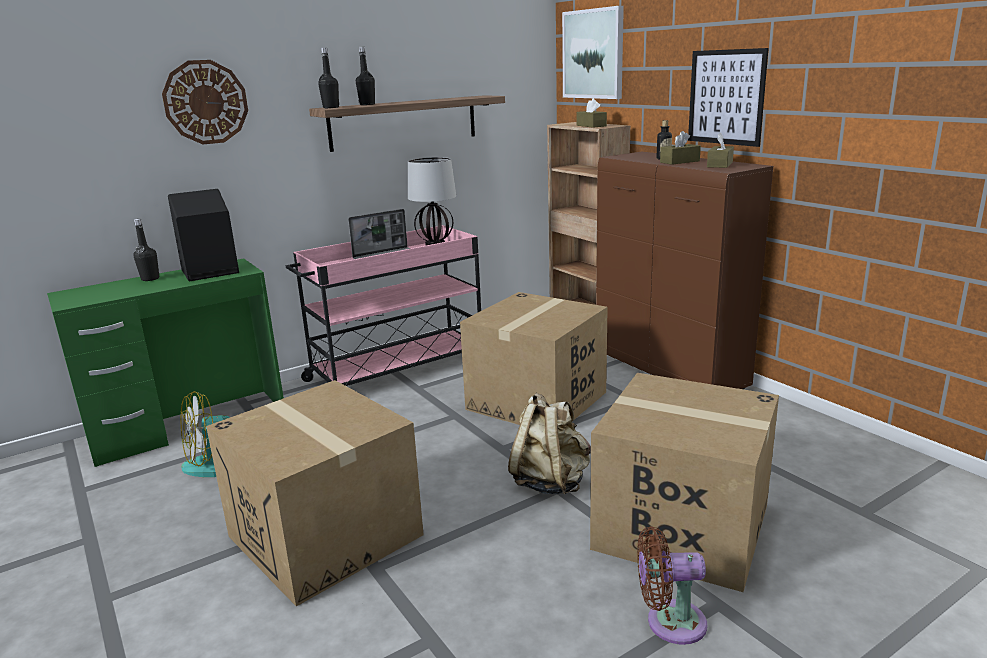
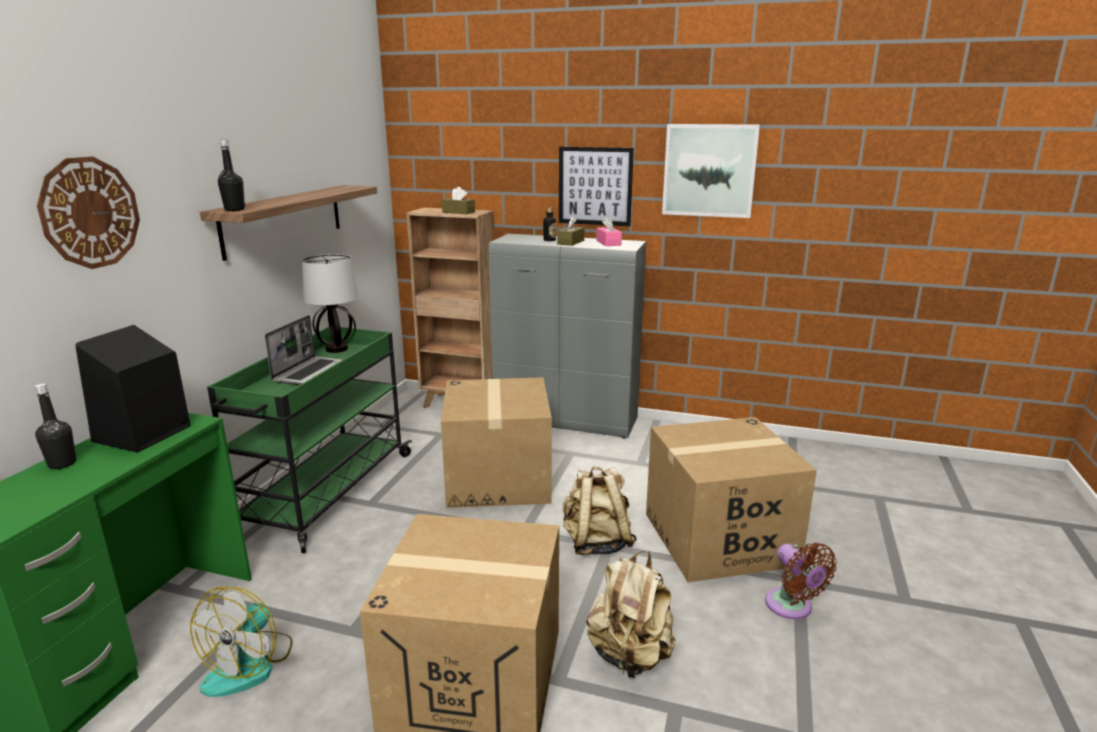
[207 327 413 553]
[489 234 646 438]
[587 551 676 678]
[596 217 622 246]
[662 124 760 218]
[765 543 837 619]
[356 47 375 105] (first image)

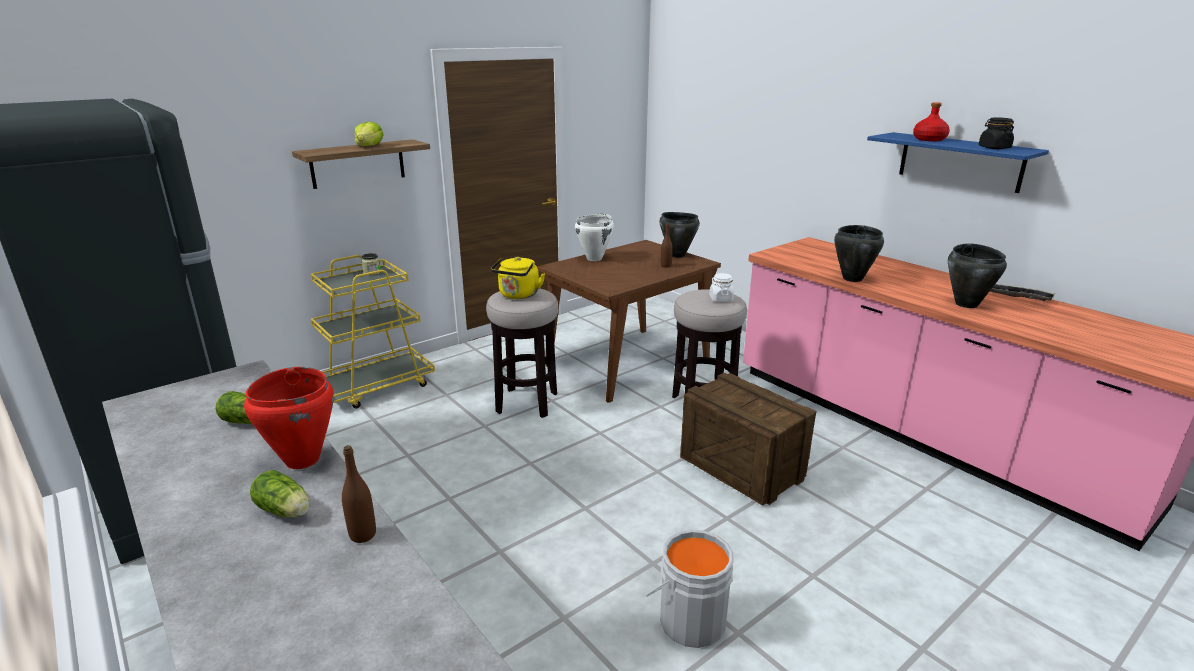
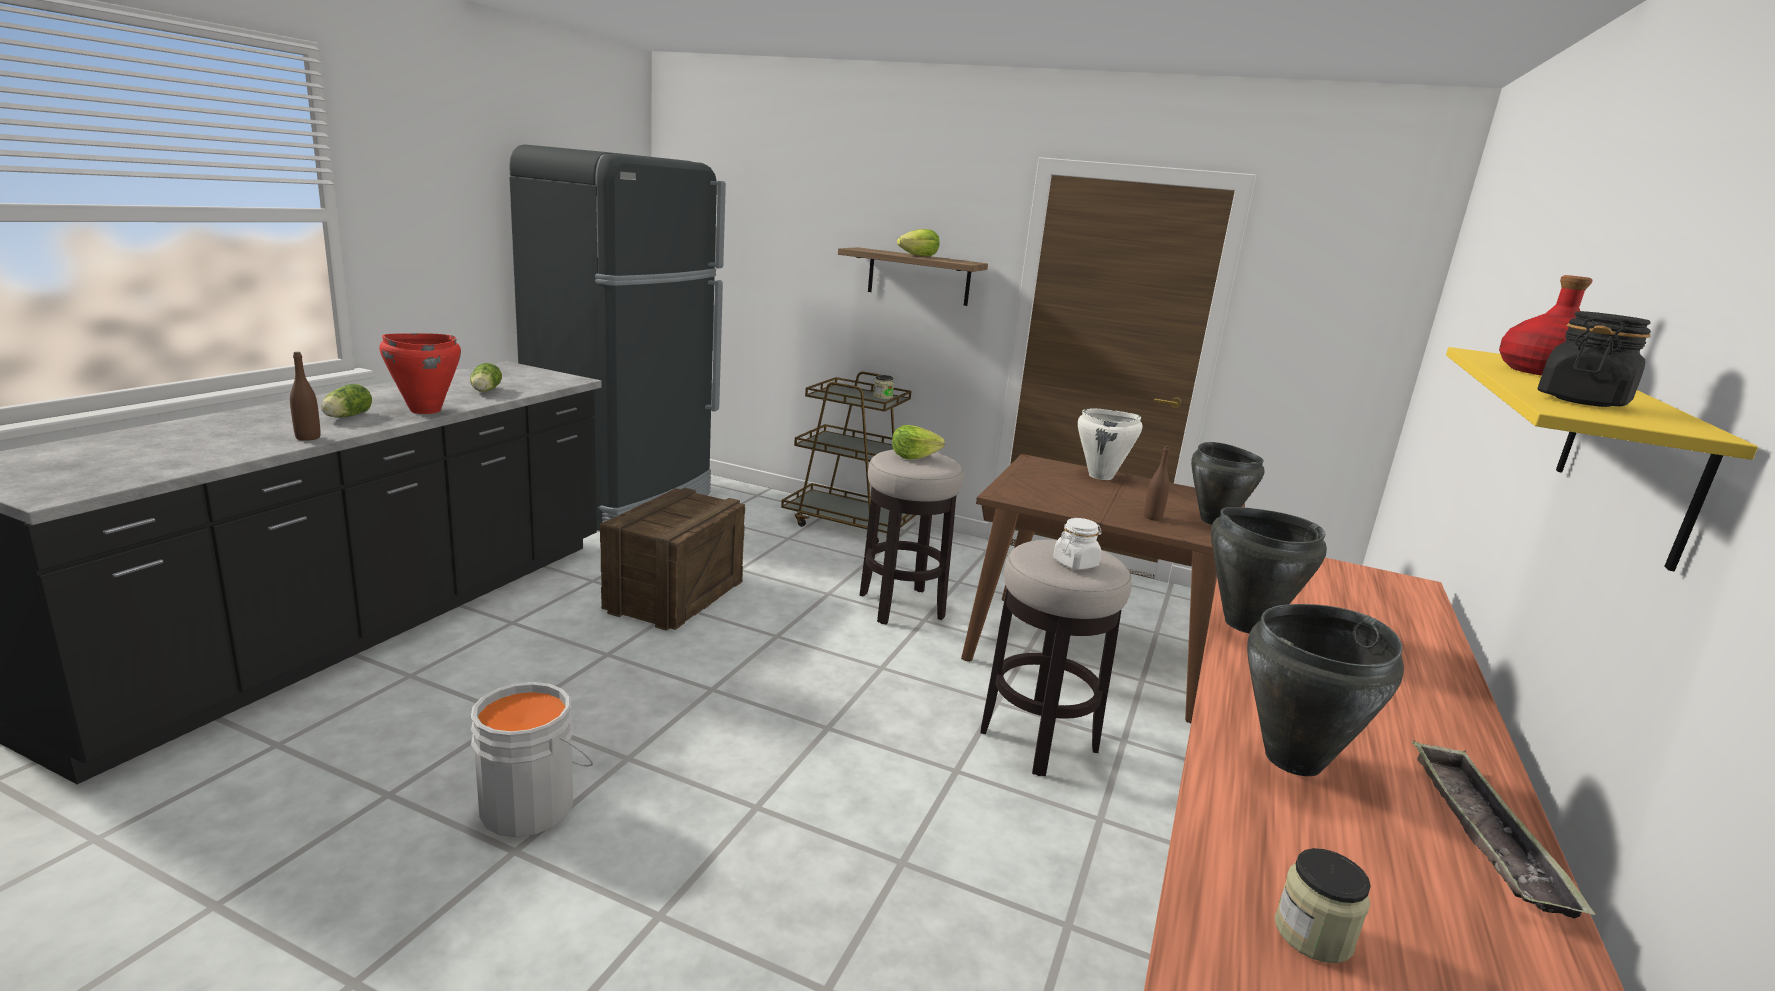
[600 488 745 631]
[781 371 916 544]
[892 425 945 459]
[1275 848 1371 963]
[1446 347 1758 572]

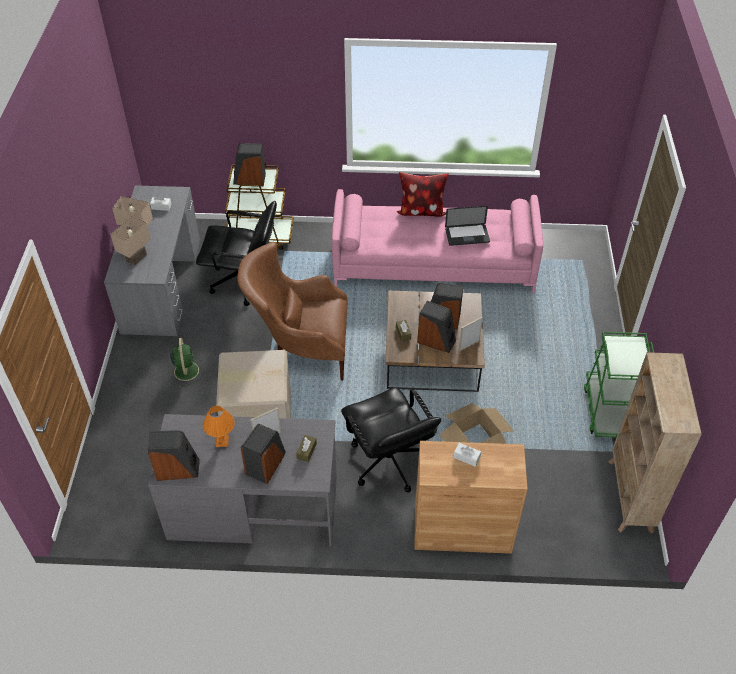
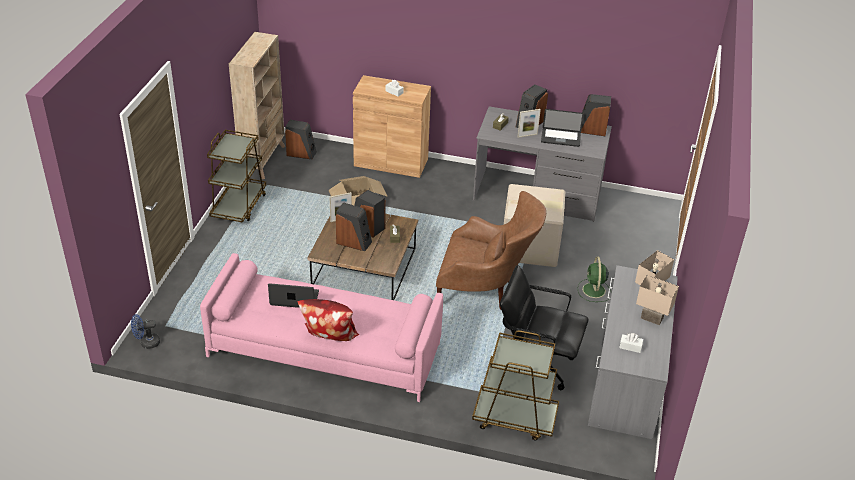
[131 314 160 349]
[207 130 266 223]
[285 120 317 159]
[541 109 584 147]
[341 387 441 492] (first image)

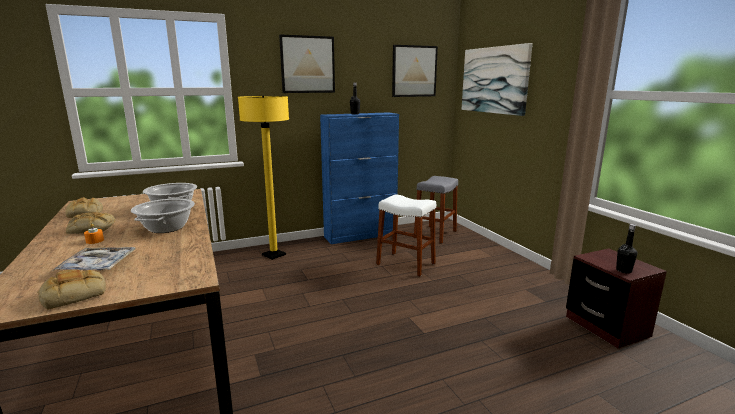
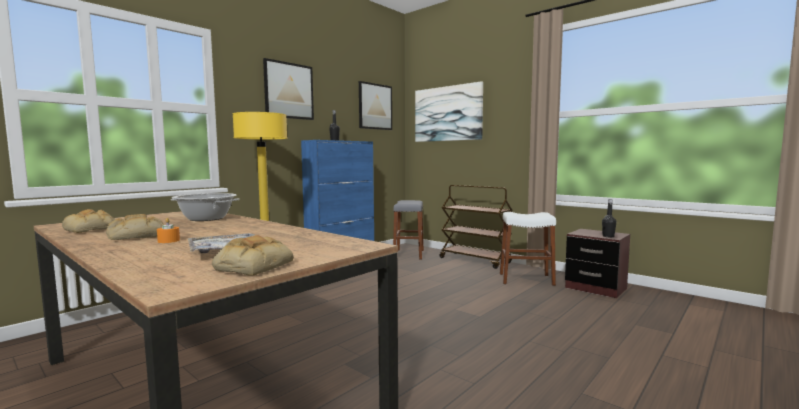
[439 185 512 269]
[500 212 556 286]
[131 199 195 233] (first image)

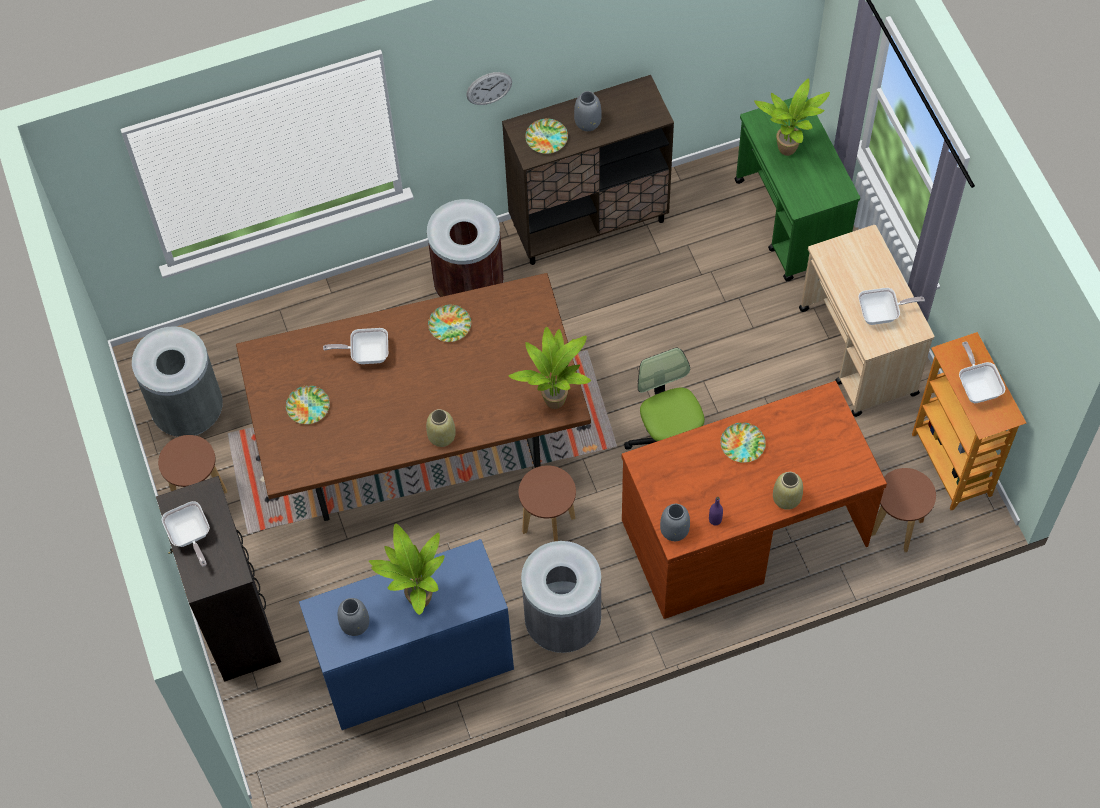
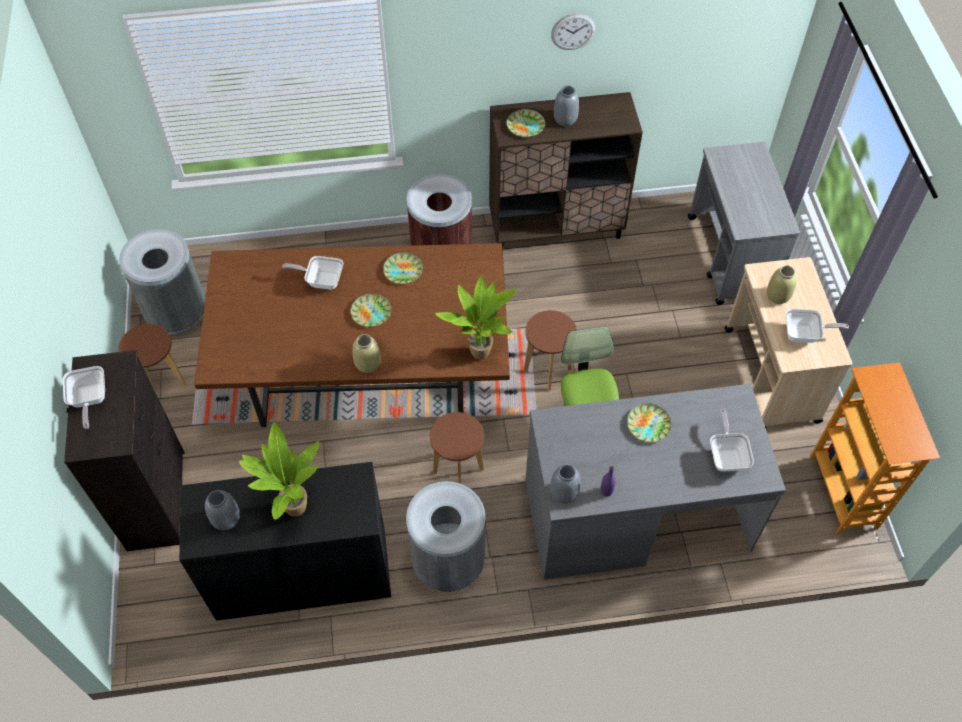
[179 462 391 621]
[350 294 391 327]
[524 310 577 391]
[526 384 786 580]
[551 13 596 50]
[688 142 800 305]
[710 409 754 472]
[767 265 797 304]
[754 78 830 156] (first image)

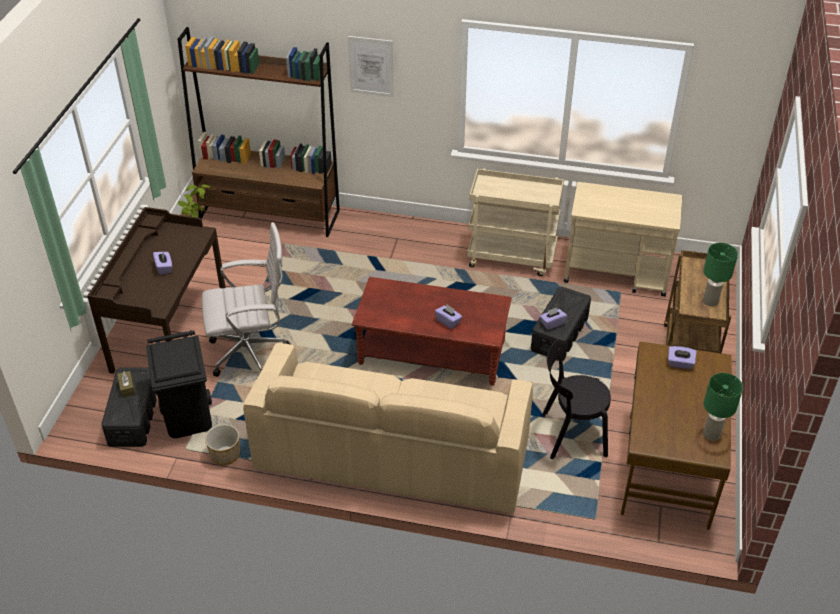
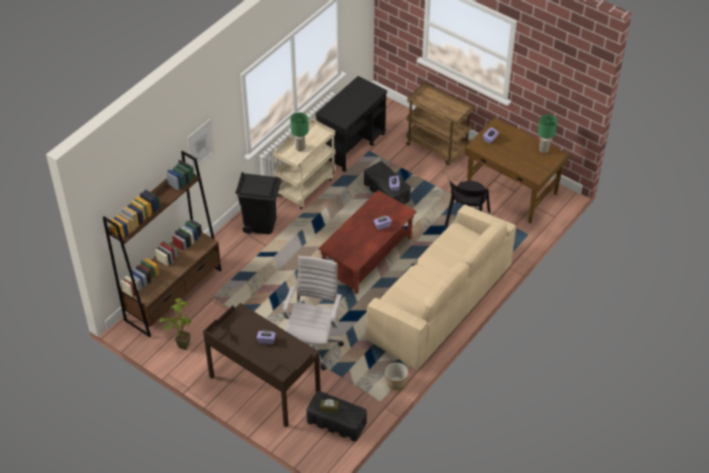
[235 172 281 234]
[290 112 309 151]
[316 76 387 172]

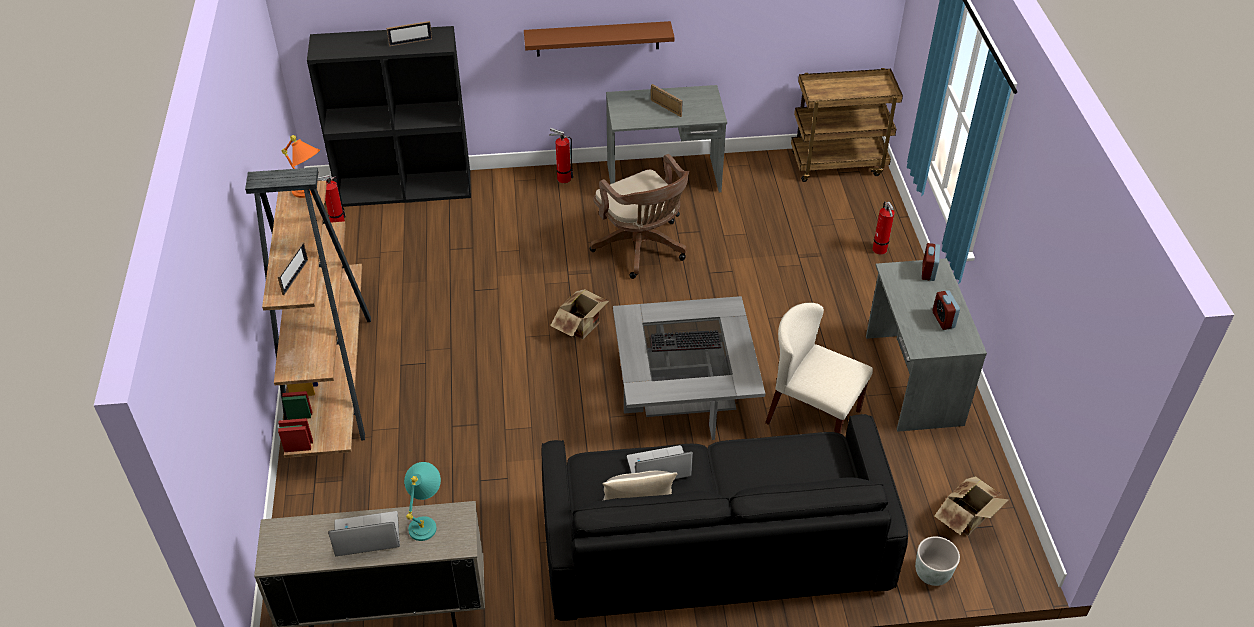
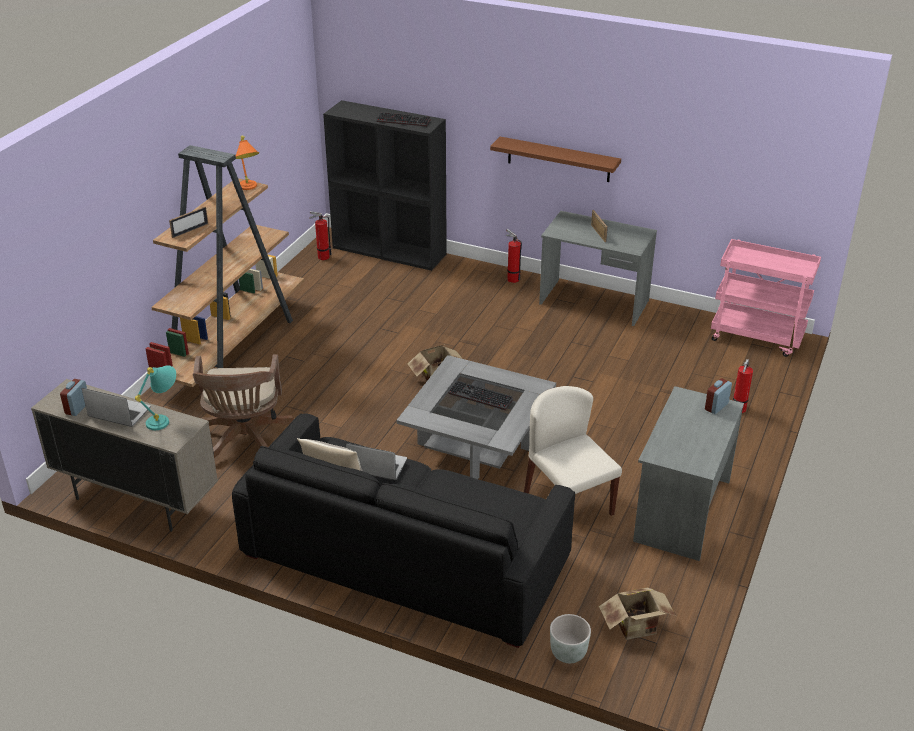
[60 379 87 416]
[193 354 294 458]
[376 112 431 127]
[711 239 821 357]

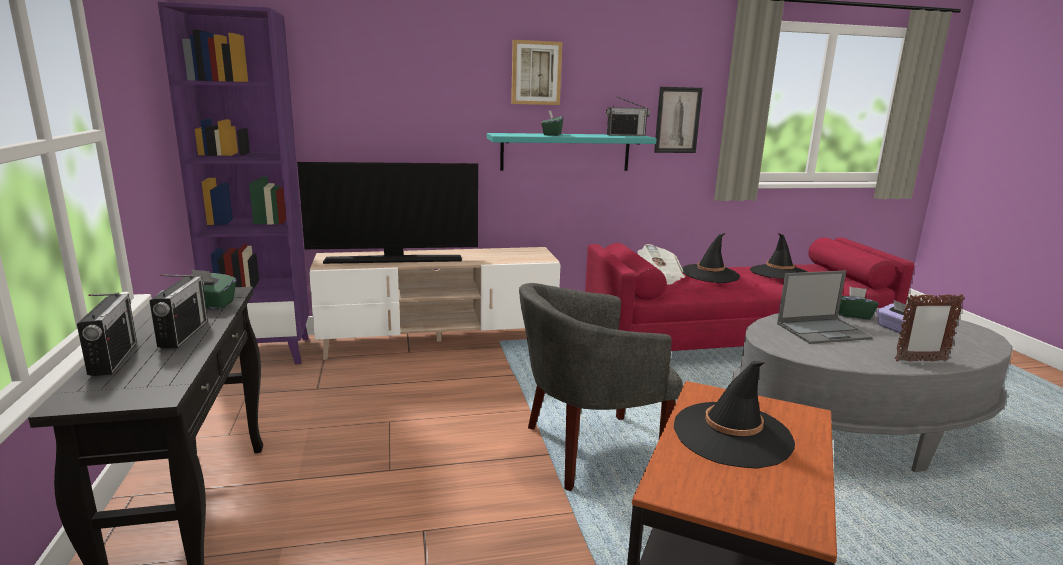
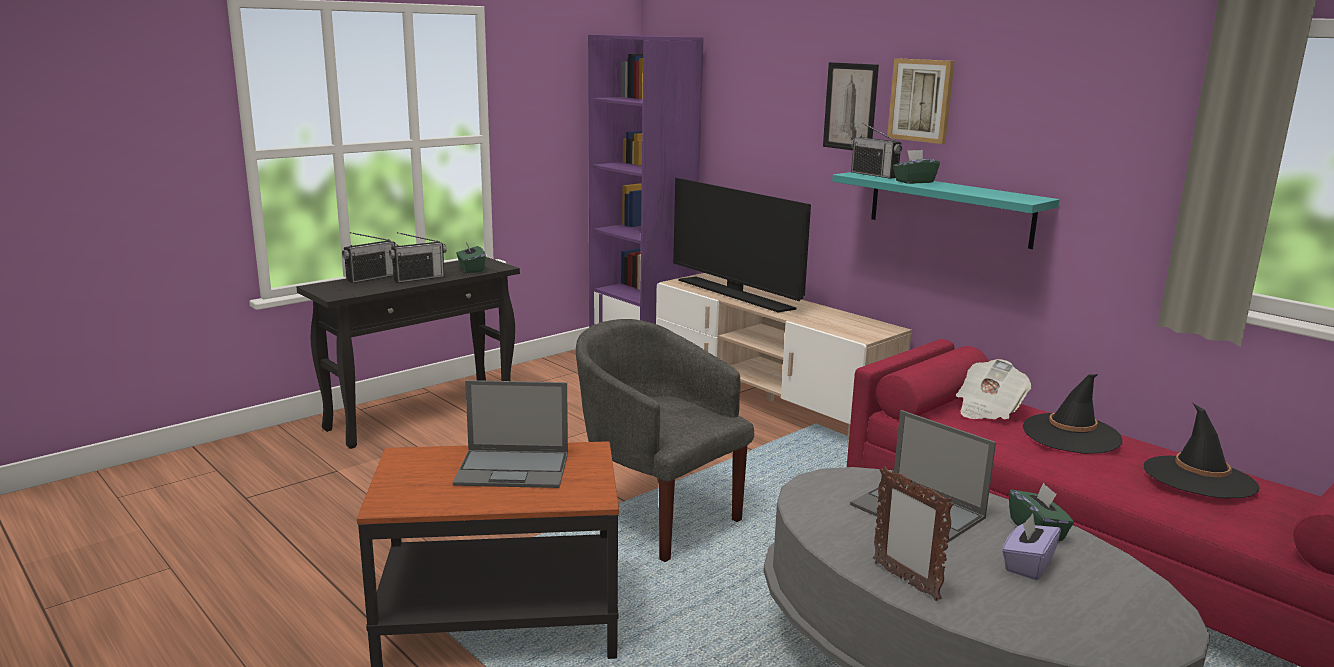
[453 380 568 488]
[823 62 879 150]
[851 122 902 179]

